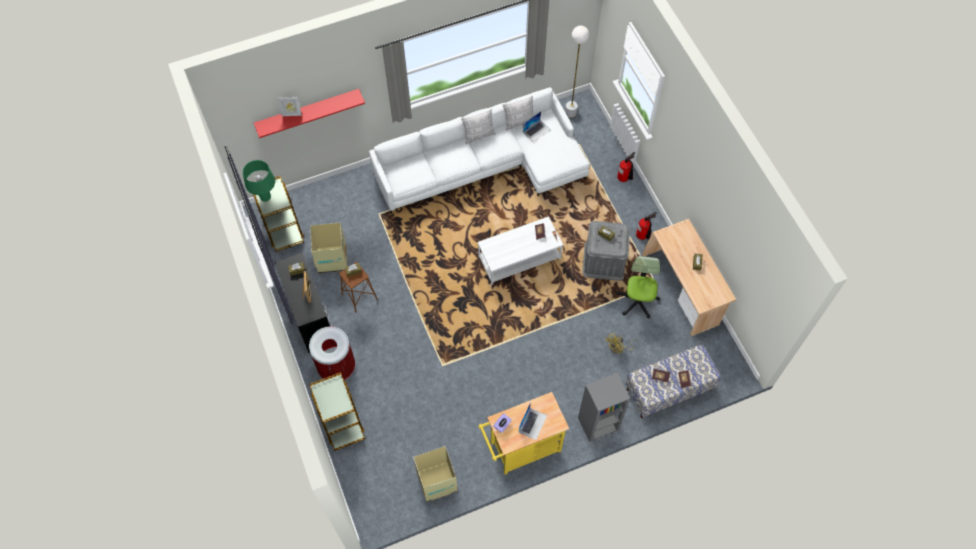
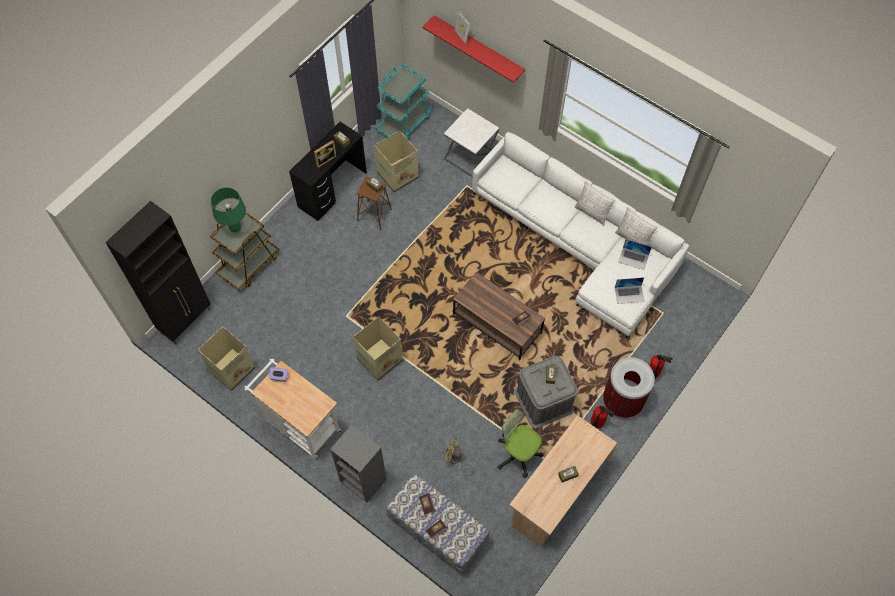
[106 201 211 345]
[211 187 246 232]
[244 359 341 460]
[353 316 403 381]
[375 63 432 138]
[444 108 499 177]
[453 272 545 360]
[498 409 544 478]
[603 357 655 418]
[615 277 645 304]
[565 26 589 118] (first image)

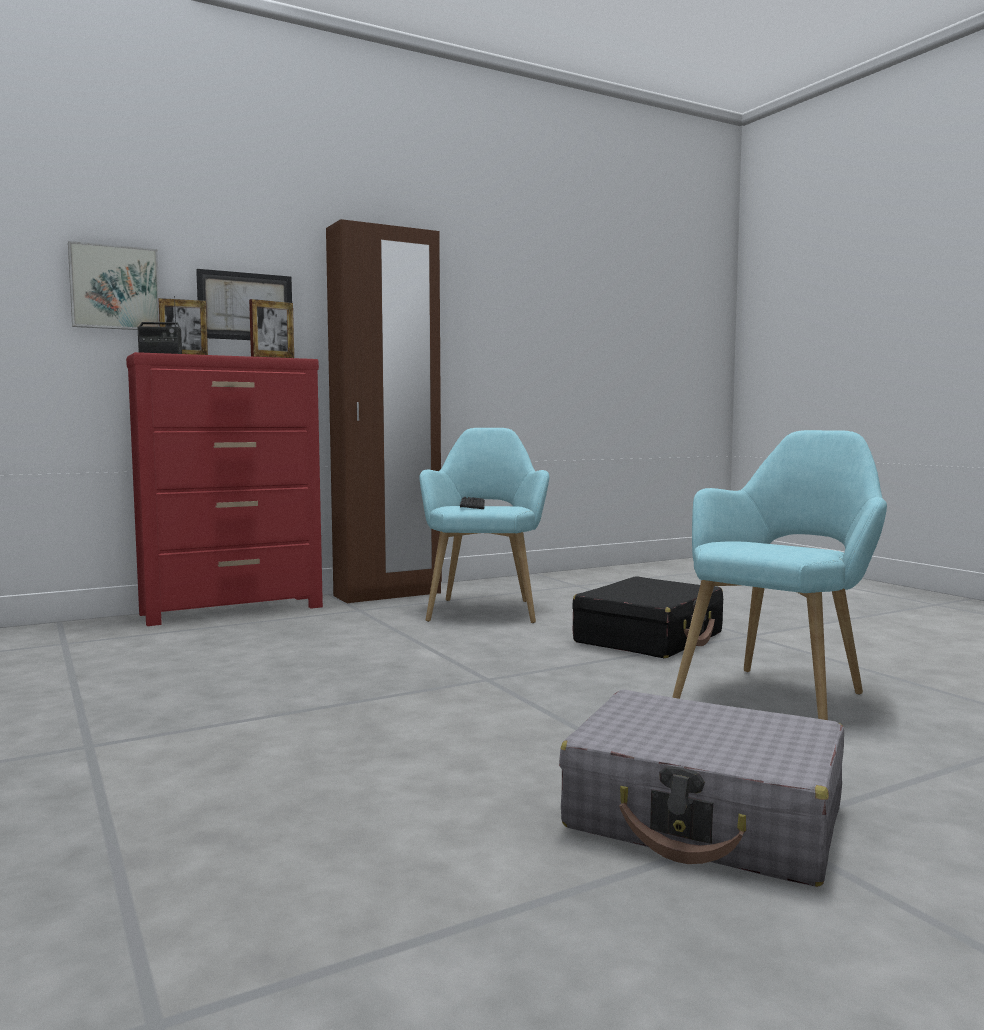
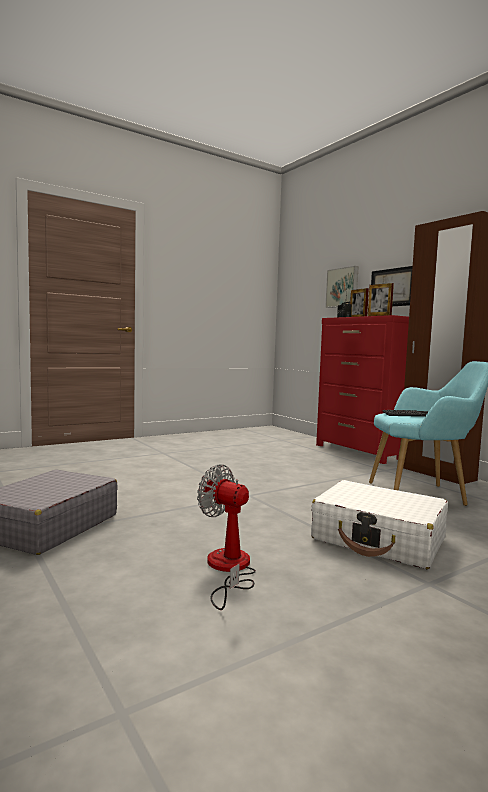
[197 464 256 610]
[311 480 448 569]

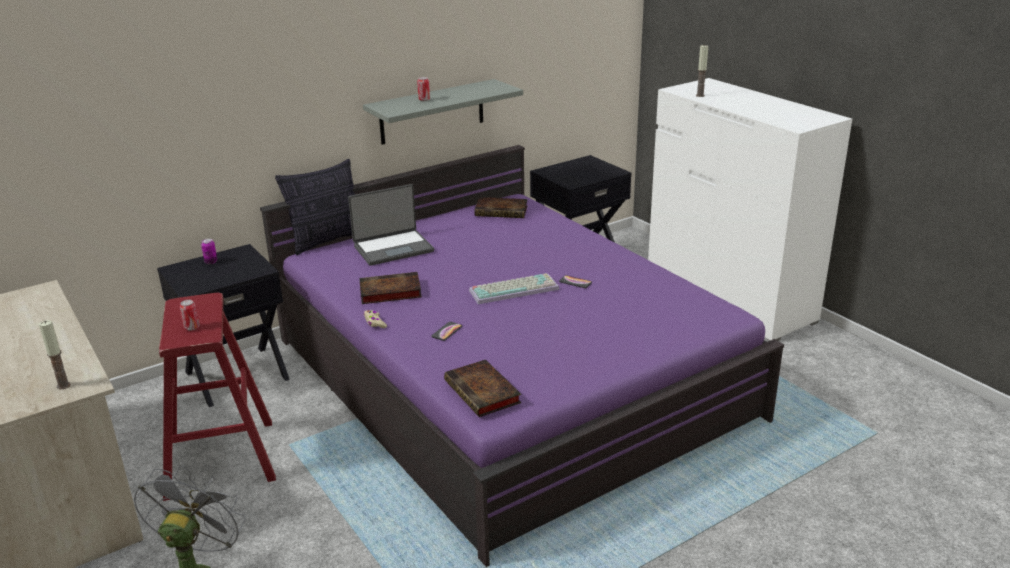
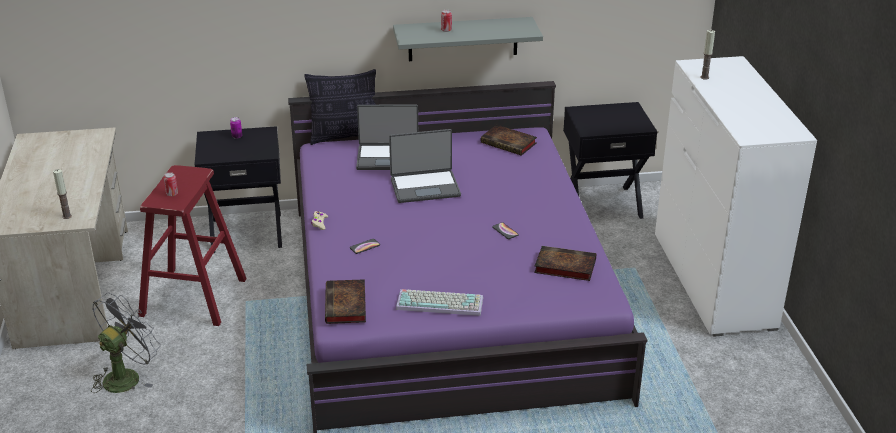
[389 129 461 203]
[396 289 483 316]
[534 246 596 281]

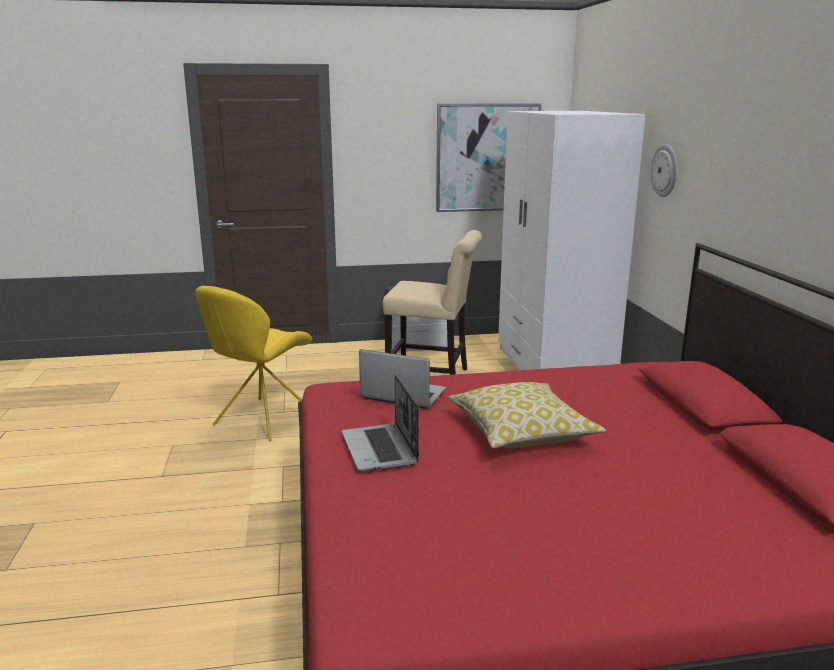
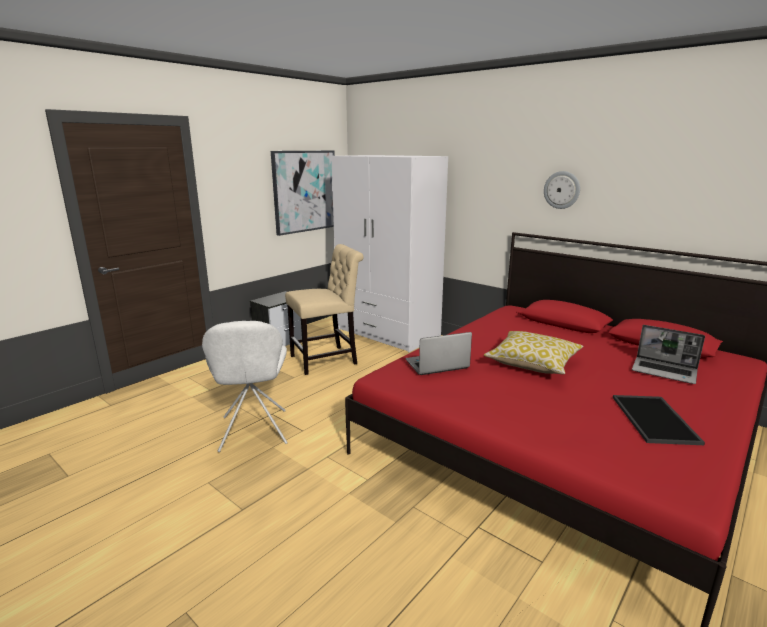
[202 321 288 452]
[544 171 580 209]
[613 395 705 445]
[632 325 705 384]

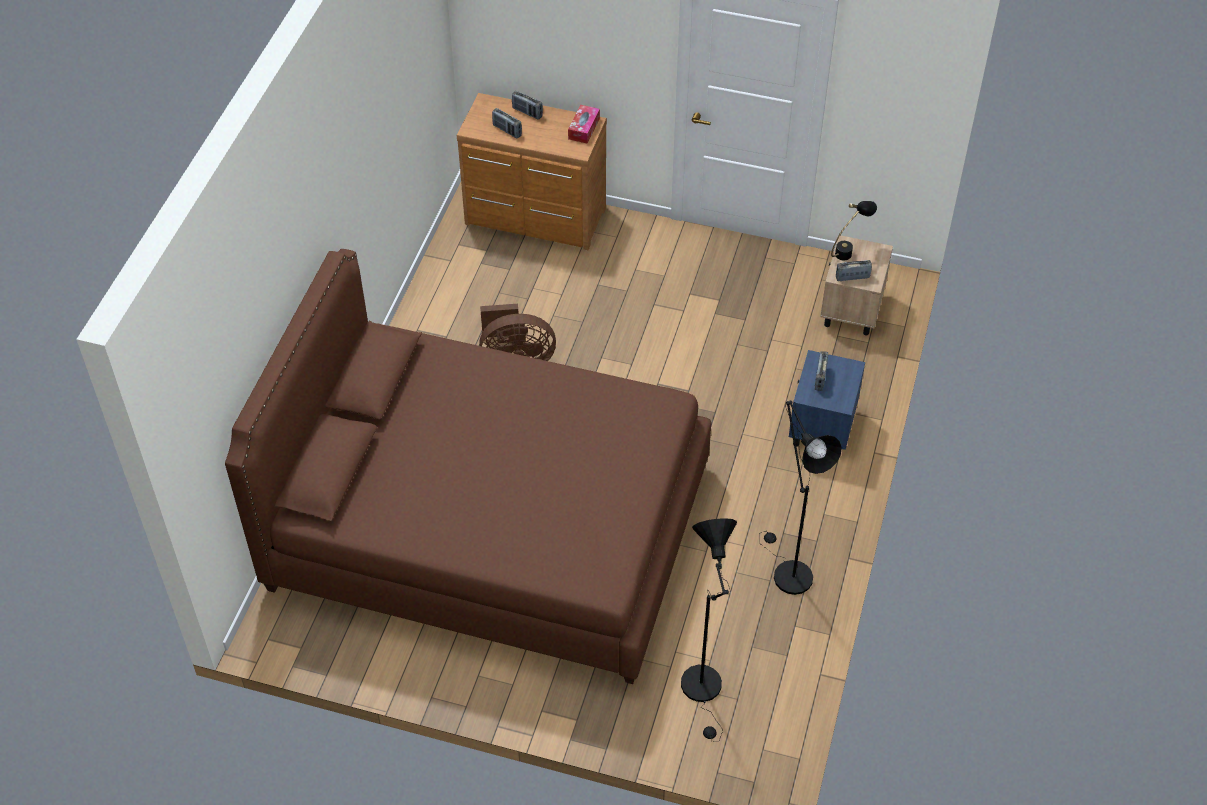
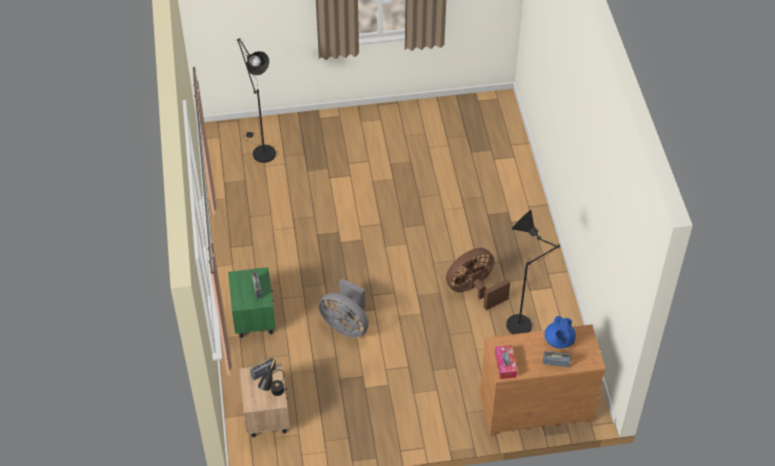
[228 267 276 338]
[319 279 369 338]
[506 210 560 334]
[545 316 576 348]
[225 249 711 684] (first image)

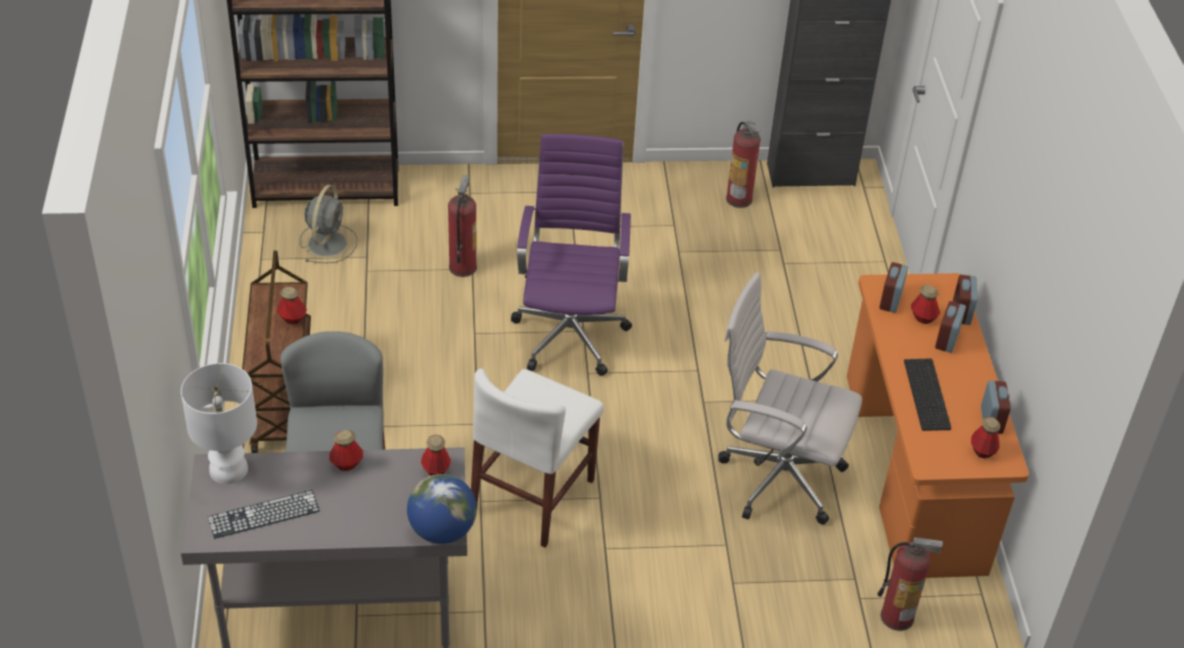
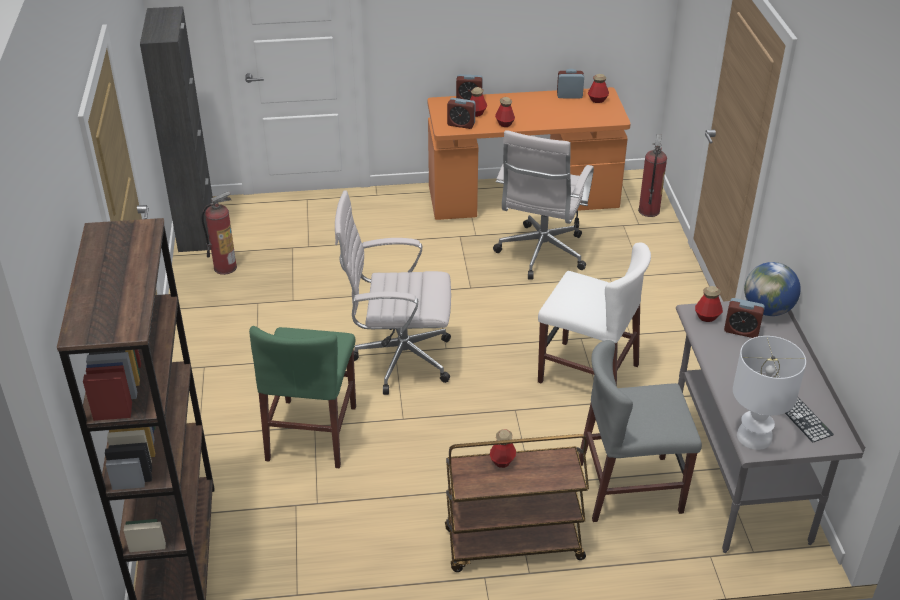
[249 326 356 468]
[335 190 451 395]
[495 97 515 127]
[724 298 765 338]
[299 185 357 263] (first image)
[904 358 951 431] (first image)

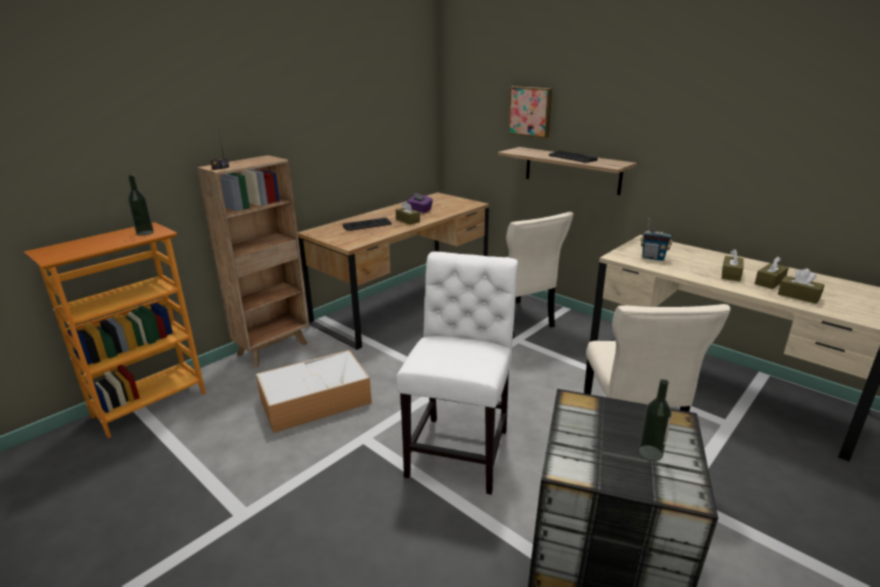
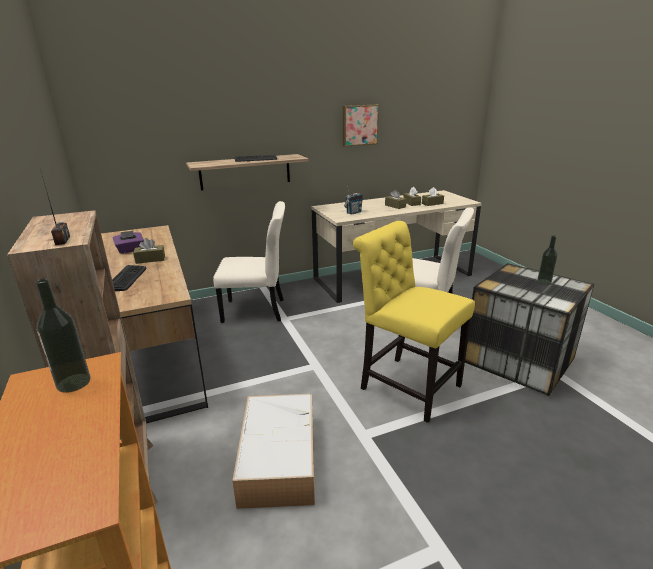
[343 105 379 147]
[353 221 475 423]

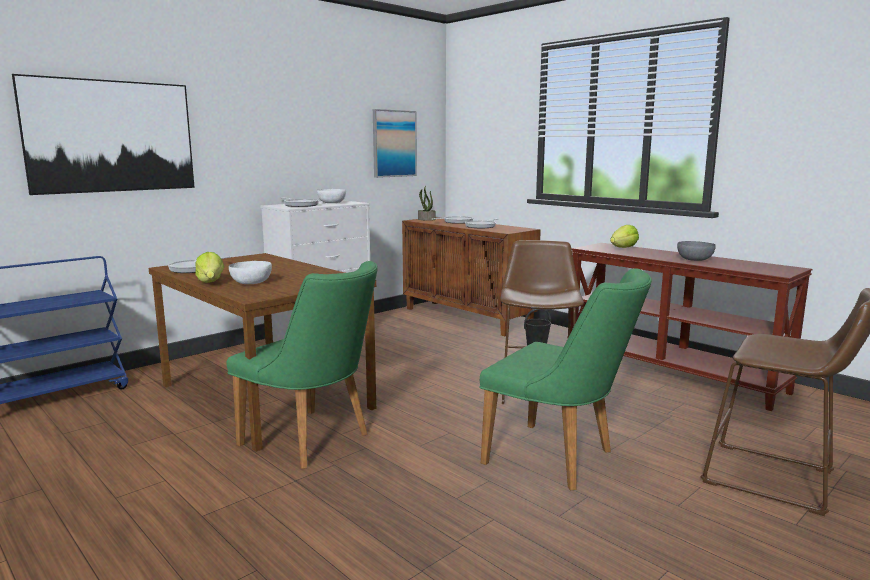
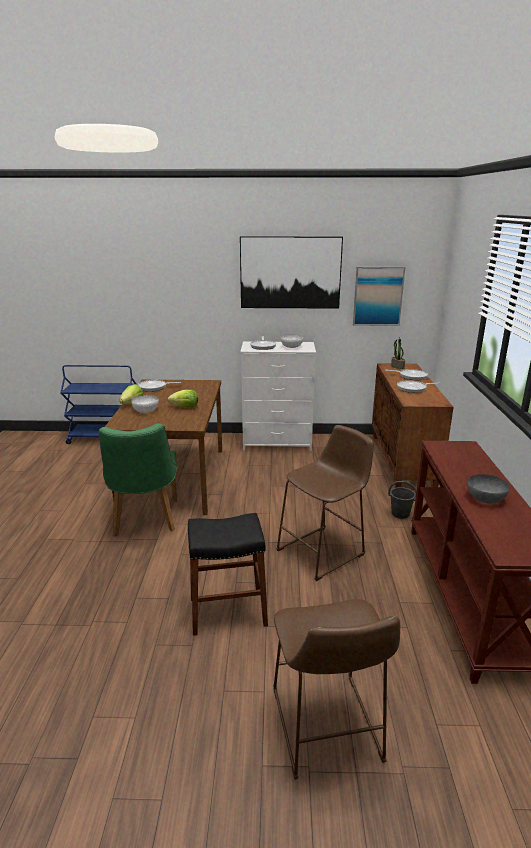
[168 389 198 408]
[188 513 268 636]
[240 236 343 309]

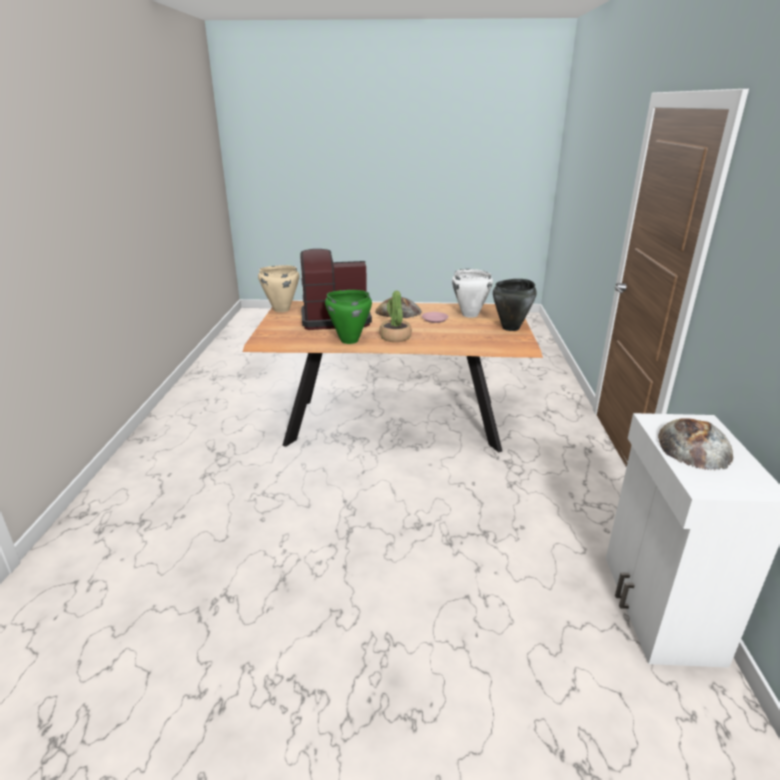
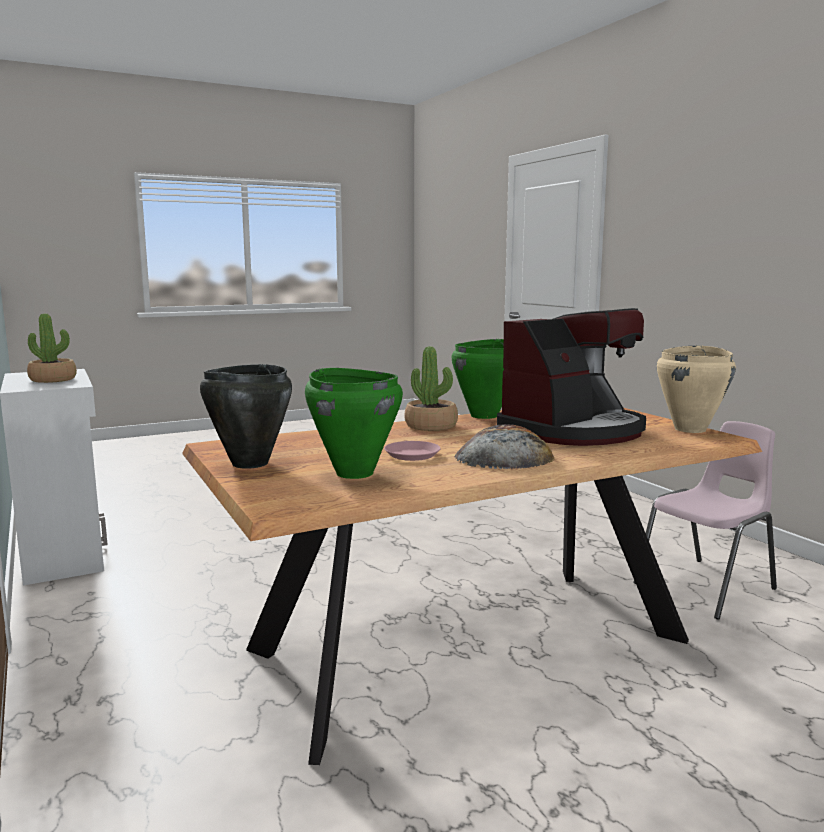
[27 314 77 383]
[305 368 403 479]
[633 421 777 620]

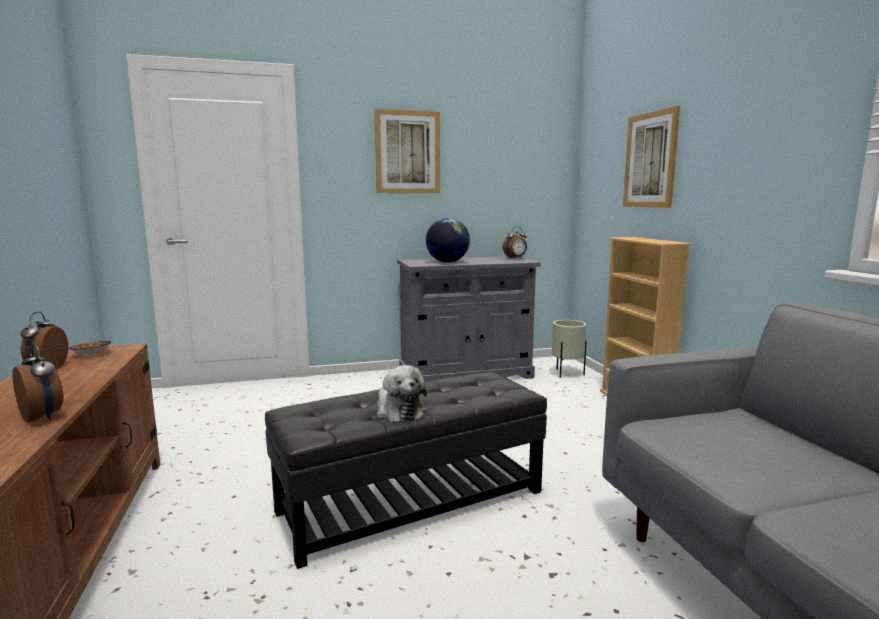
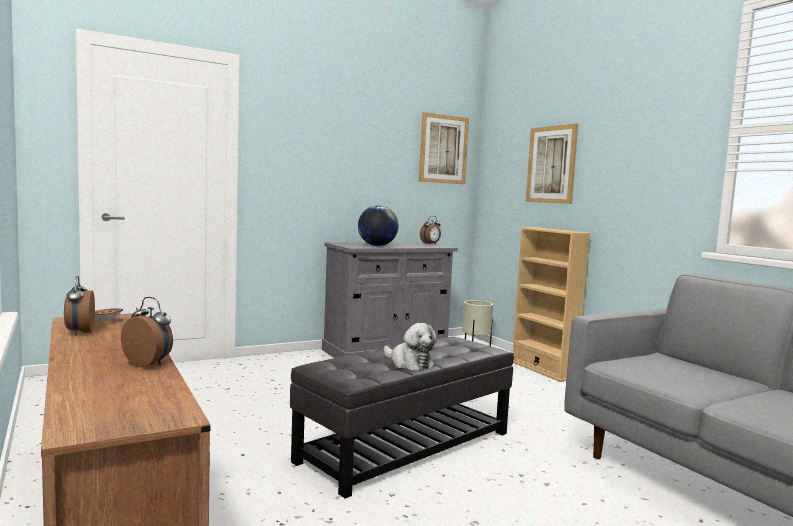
[419 112 469 184]

